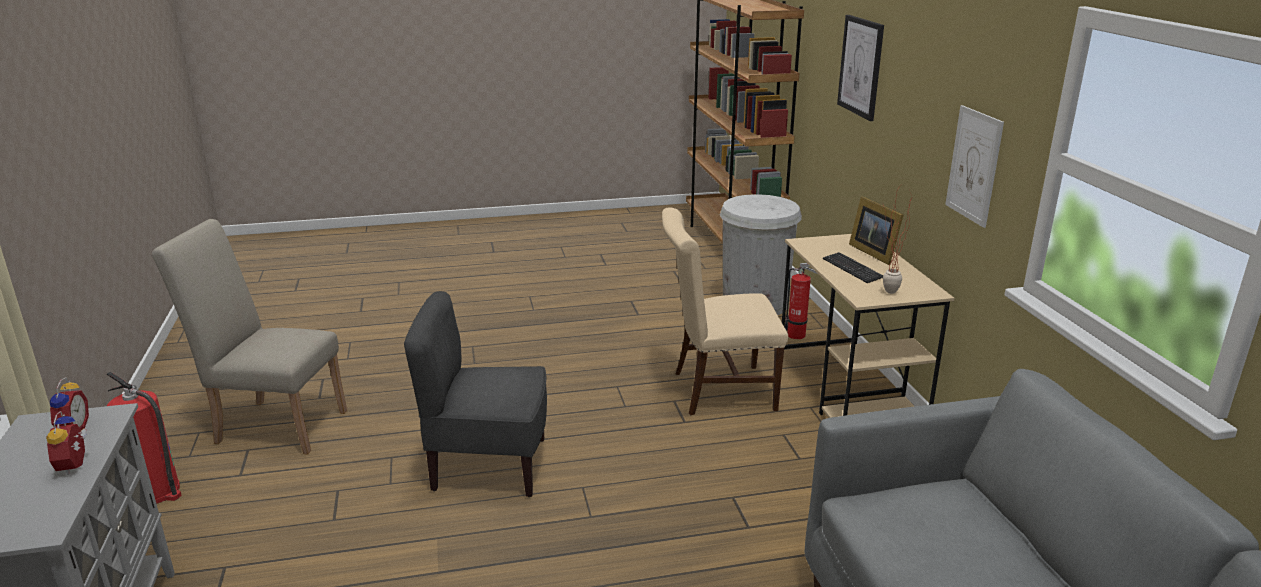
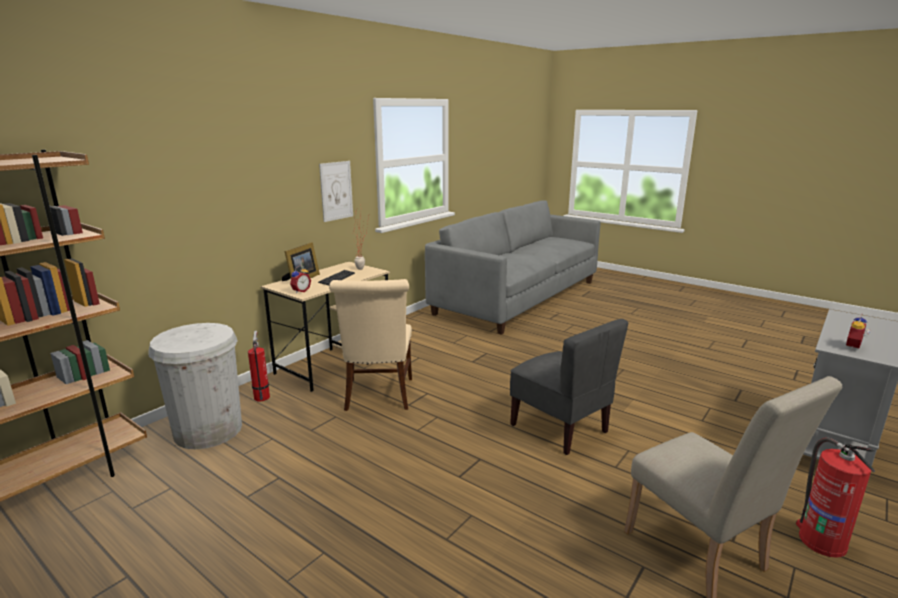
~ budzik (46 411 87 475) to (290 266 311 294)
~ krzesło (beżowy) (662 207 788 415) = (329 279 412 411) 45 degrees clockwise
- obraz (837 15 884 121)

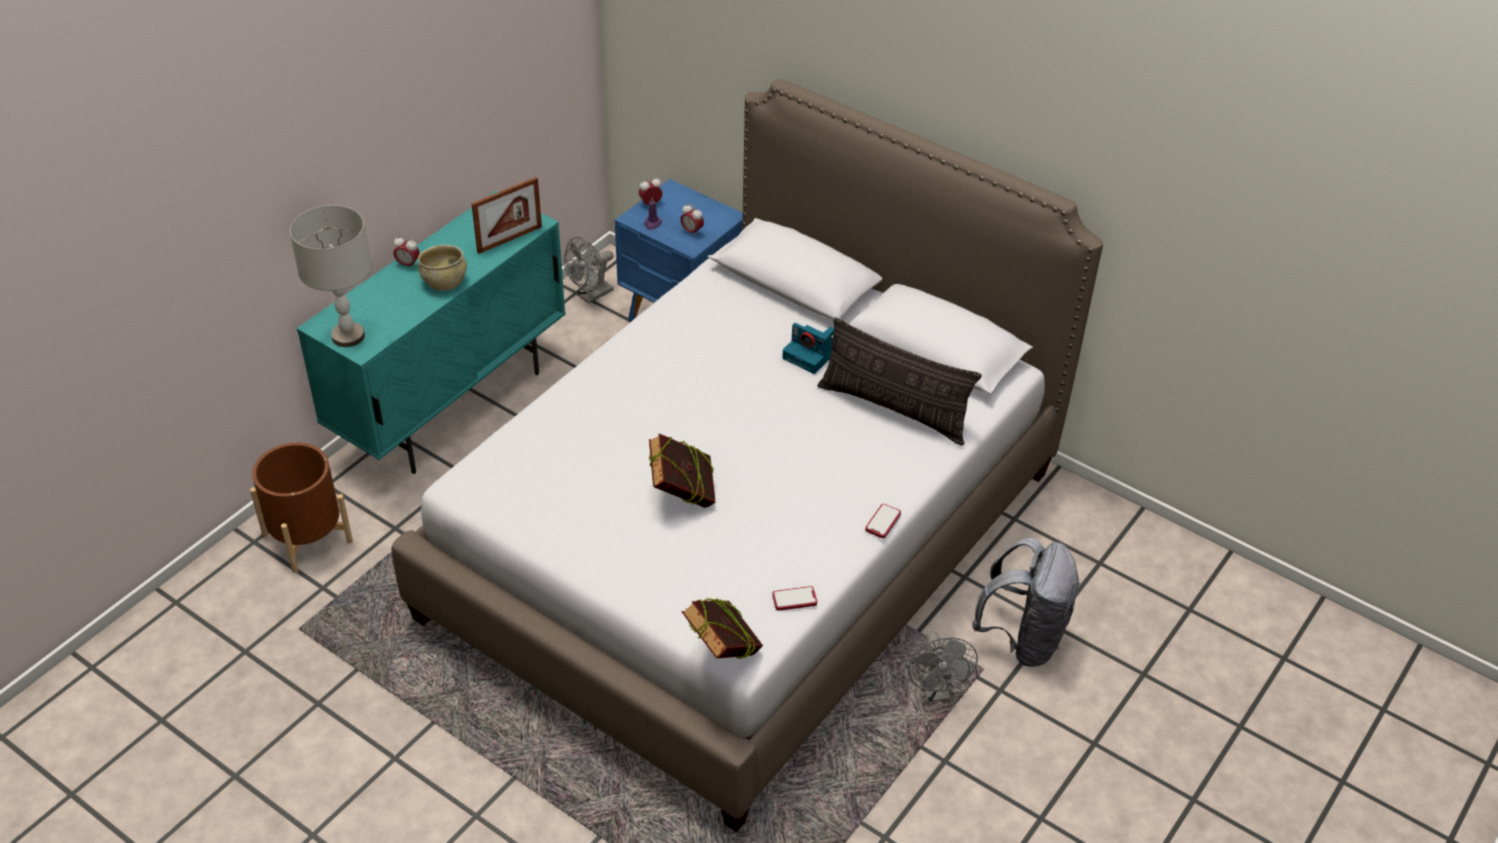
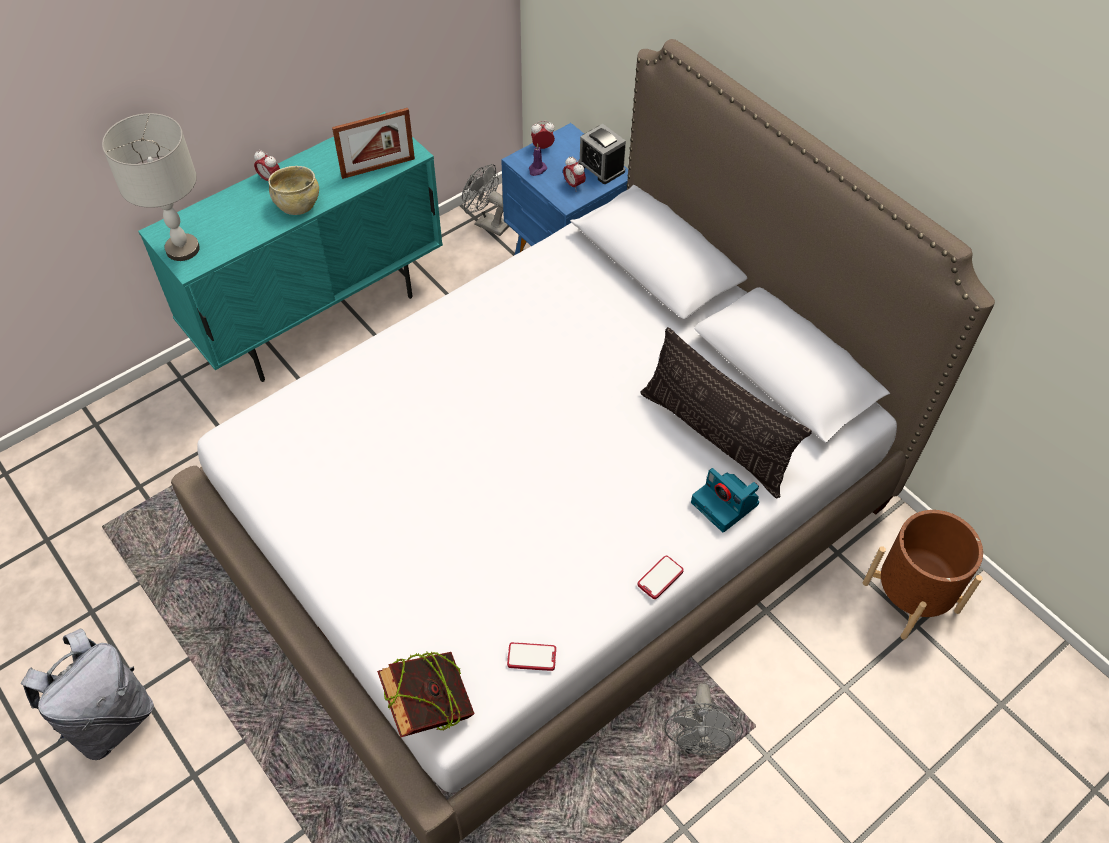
~ plecak (szary) (972 537 1080 667) to (21 629 154 760)
~ wentylator (szary) (564 237 614 304) = (462 164 509 236) 60 degrees clockwise
+ budzik (578 124 626 184)
~ aparat fotograficzny (782 323 834 374) to (691 468 759 533)
~ donica (brązowy) (250 443 353 573) to (863 510 983 640)
- książka (649 434 716 508)

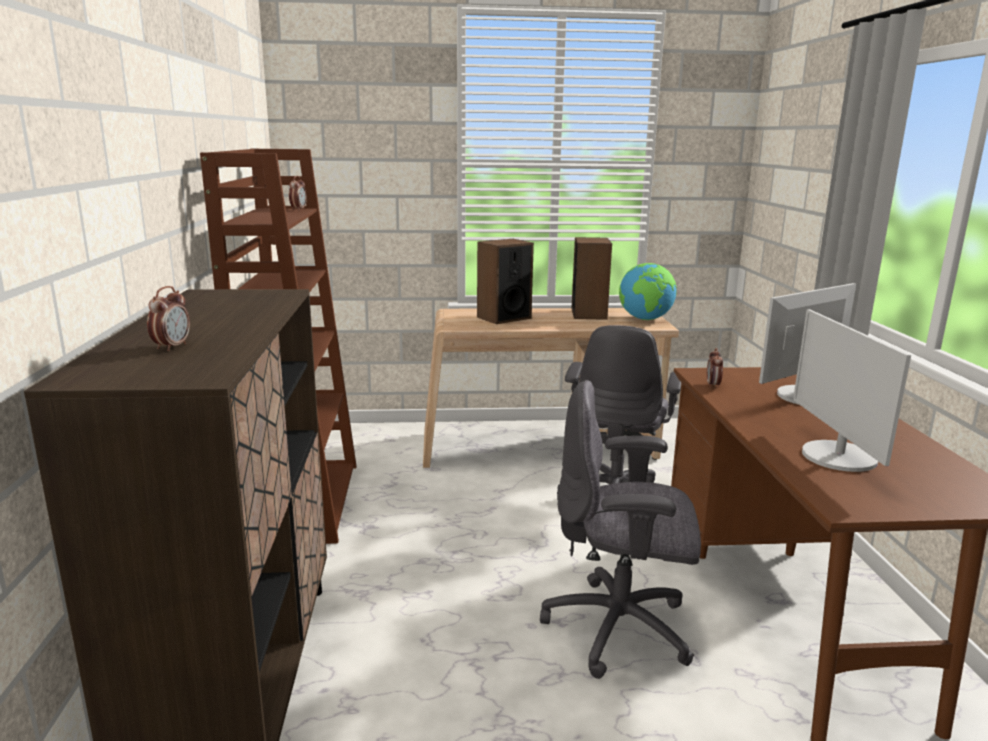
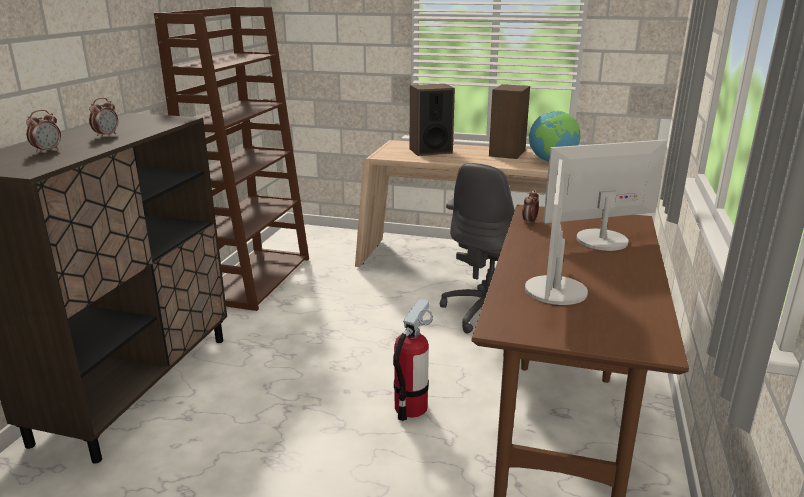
~ budzik (289 176 307 210) to (89 98 118 137)
~ krzesło biurowe (szary) (540 380 701 679) to gaśnica (393 299 433 421)

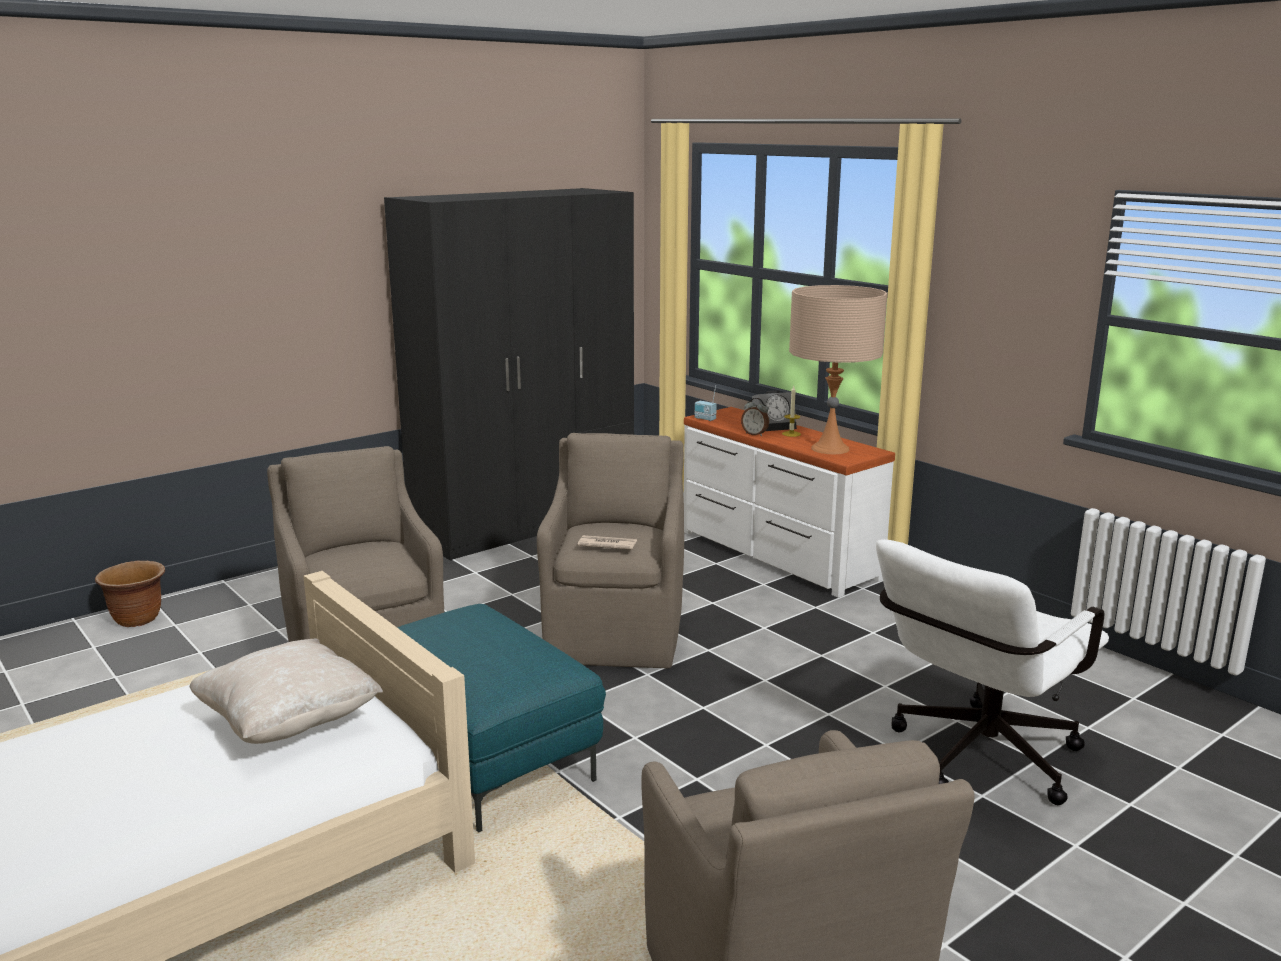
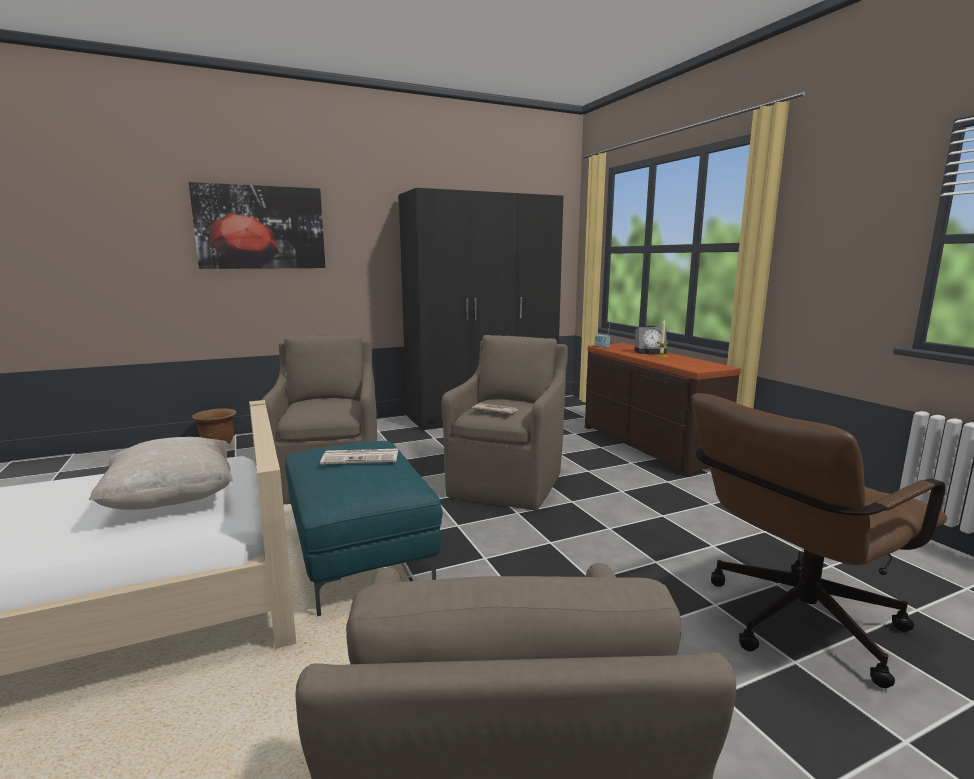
+ obraz (189 182 326 269)
+ gazeta (320 449 398 465)
~ komoda (biały) (684 407 895 598) to komoda (brązowy) (585 343 741 477)
~ krzesło biurowe (biały) (876 539 1109 805) to krzesło biurowe (brązowy) (692 393 947 688)
- budzik (741 398 769 436)
- lampa stołowa (beżowy) (789 285 887 455)

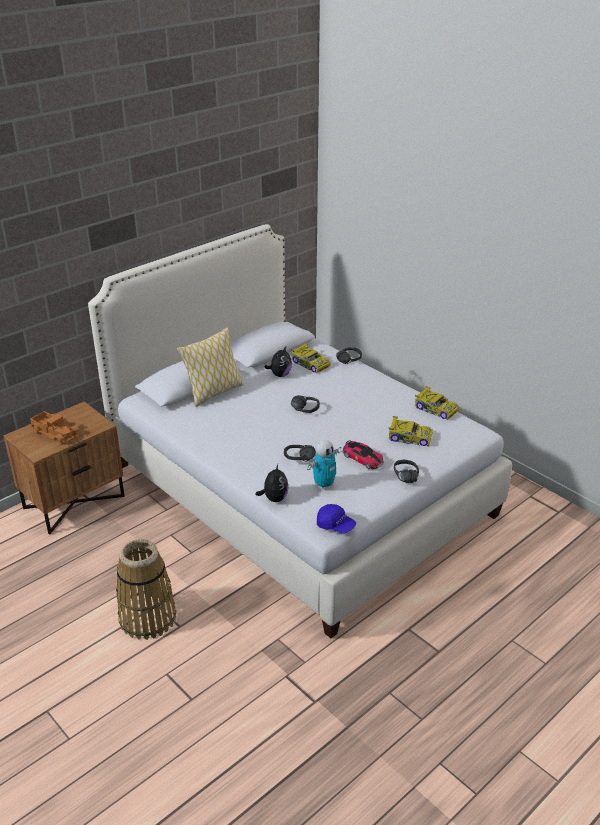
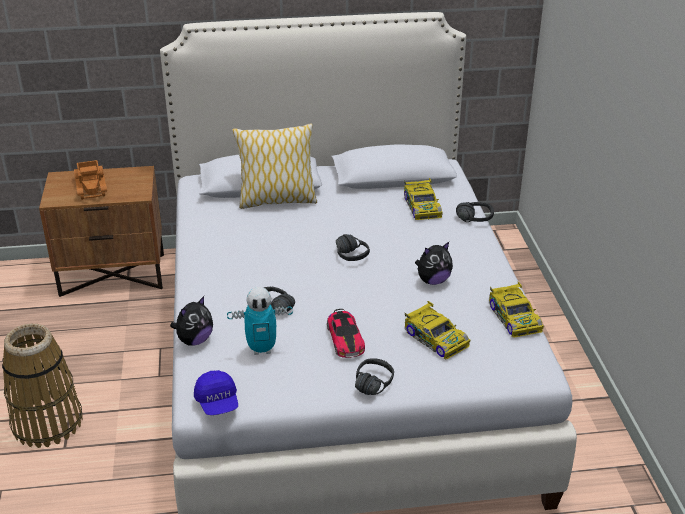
~ pluszak (265 347 292 377) to (415 242 453 285)

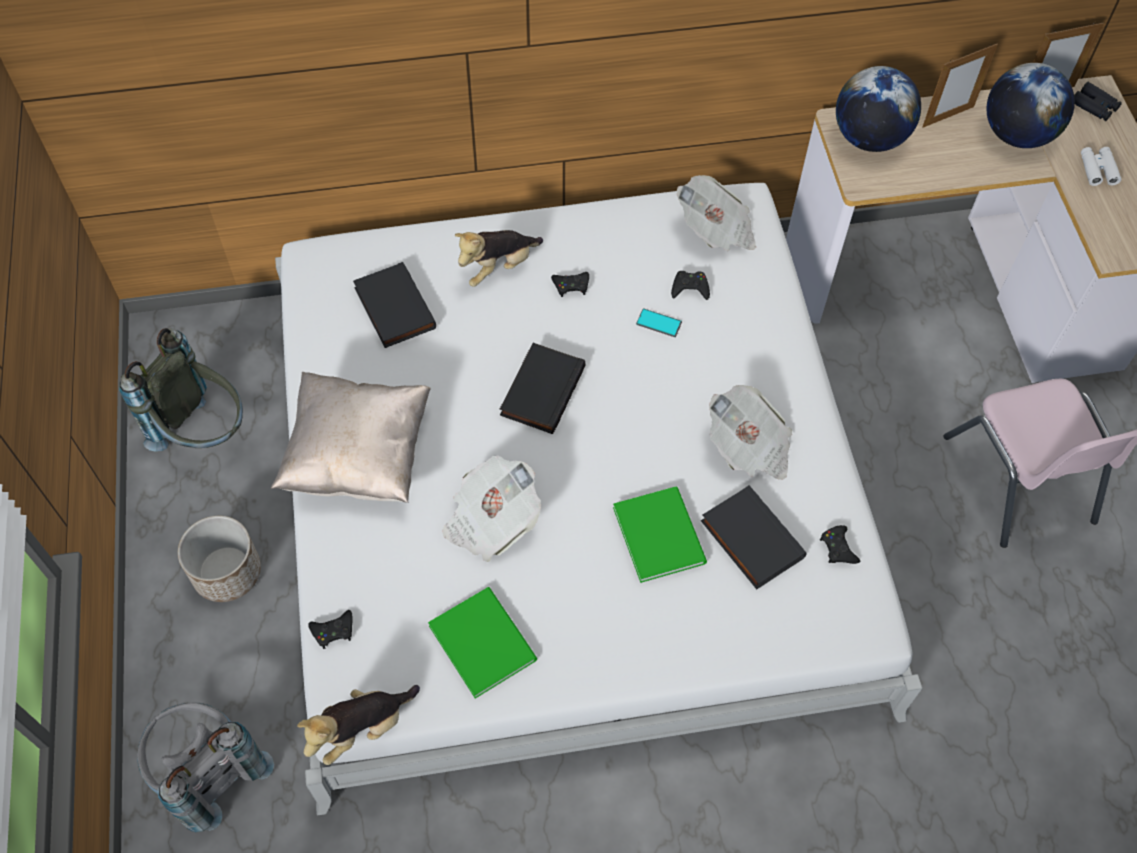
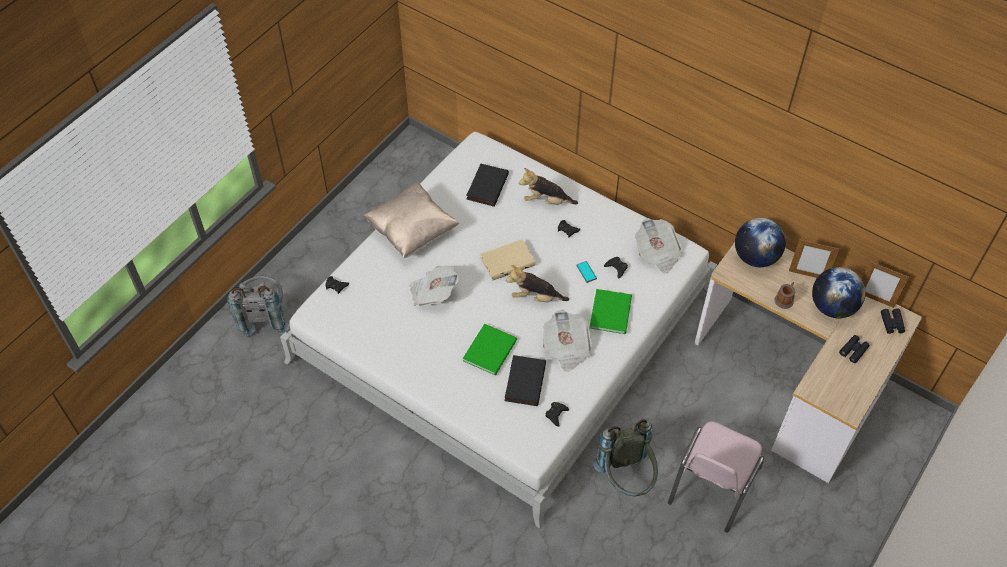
~ książka (czarny) (500 343 586 434) to książka (beżowy) (480 239 536 280)
~ pluszak (297 685 420 765) to (506 265 569 302)
~ książka (zielony) (428 587 537 698) to (590 289 632 334)
~ plecak (szary) (119 328 243 452) to (593 419 658 496)
+ kubek (775 282 795 309)
~ lornetka (biały) (1081 147 1122 186) to lornetka (czarny) (839 335 870 363)
- donica (178 516 261 602)

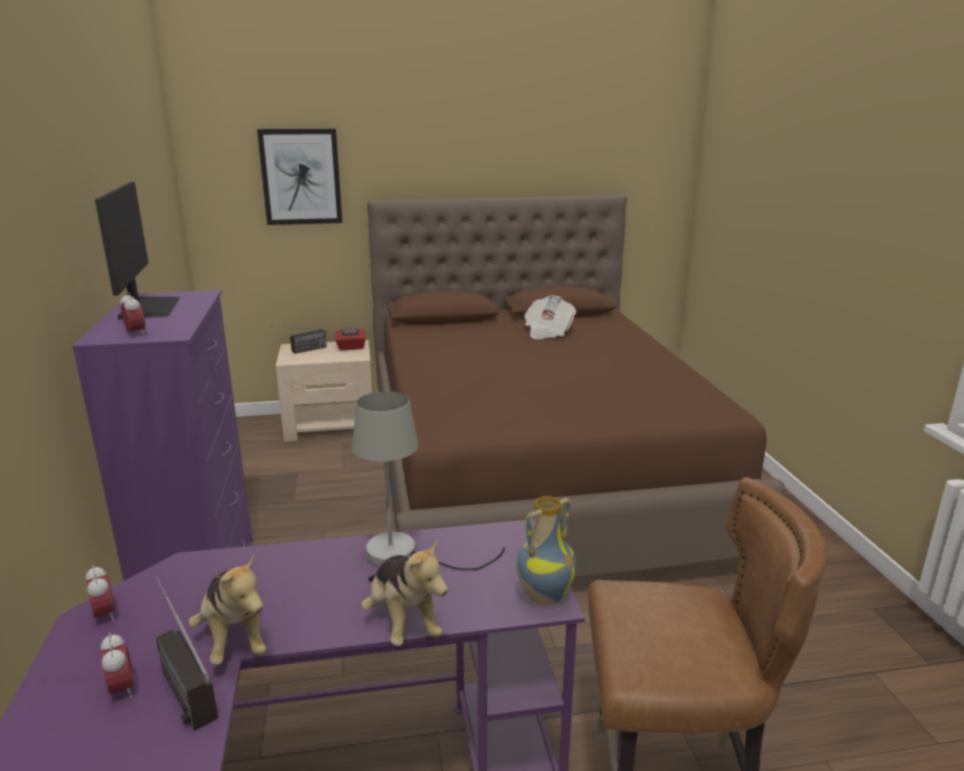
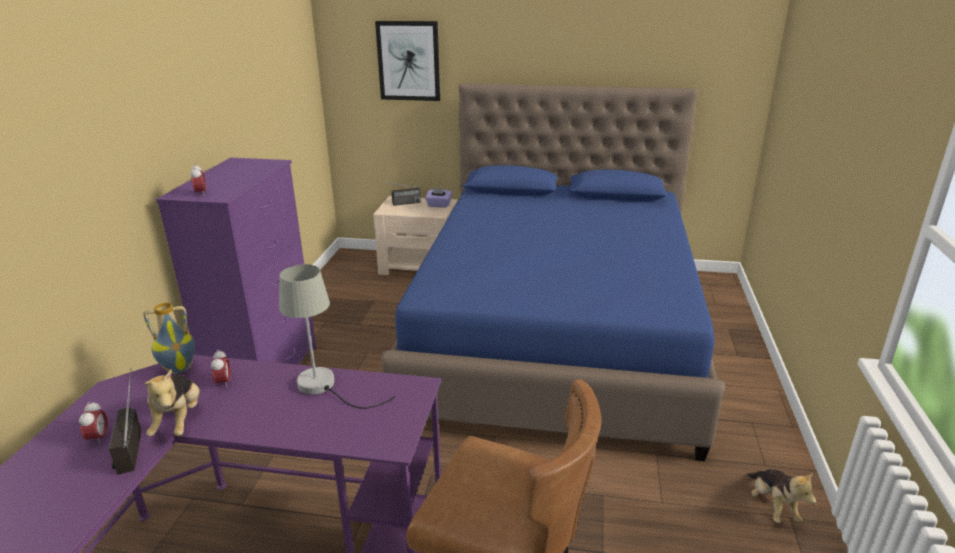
~ wazon (516 496 577 606) to (143 303 195 374)
~ budzik (85 565 116 622) to (211 350 231 388)
~ łóżko (brązowy) (367 195 785 577) to łóżko (niebieski) (381 83 725 461)
~ pudełko chusteczek (czerwony) (335 327 366 350) to pudełko chusteczek (fioletowy) (425 188 452 208)
~ pluszak (361 539 448 646) to (746 469 816 523)
- monitor (95 182 180 319)
- gazeta (524 295 576 339)

